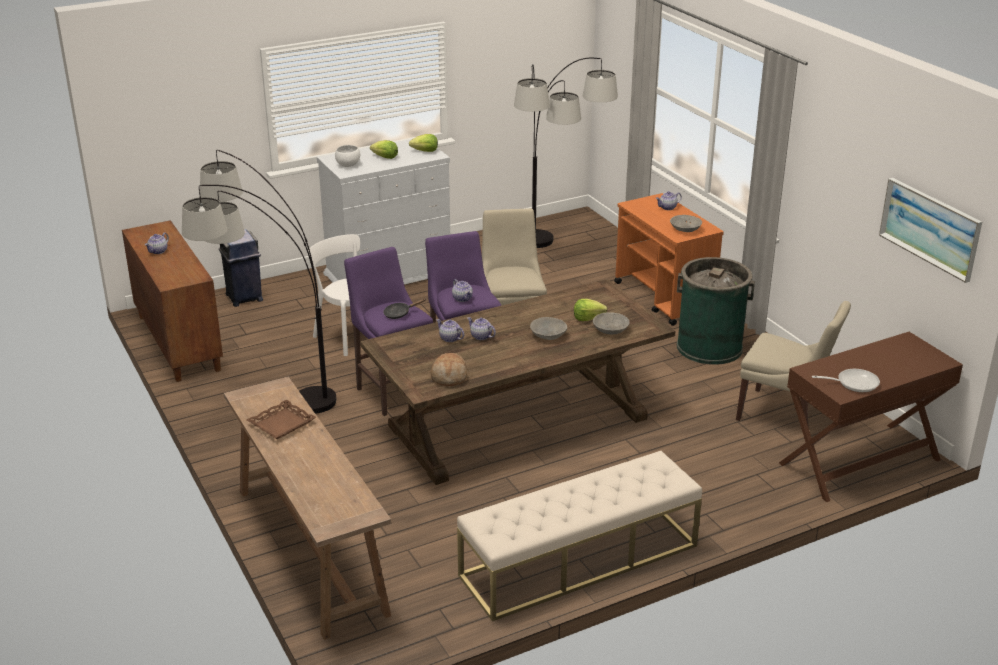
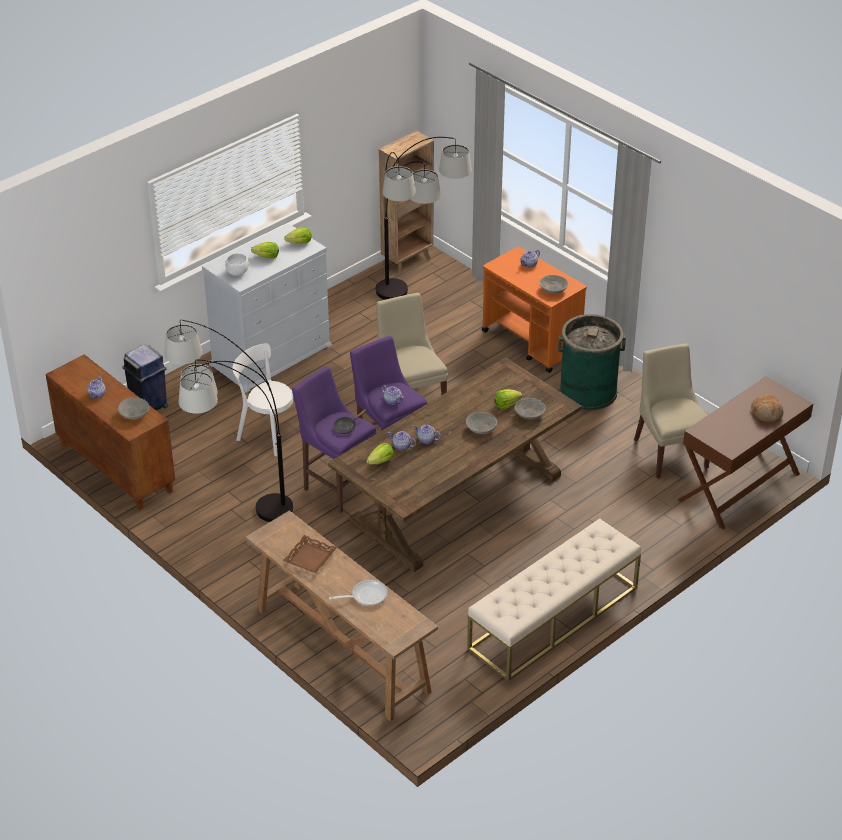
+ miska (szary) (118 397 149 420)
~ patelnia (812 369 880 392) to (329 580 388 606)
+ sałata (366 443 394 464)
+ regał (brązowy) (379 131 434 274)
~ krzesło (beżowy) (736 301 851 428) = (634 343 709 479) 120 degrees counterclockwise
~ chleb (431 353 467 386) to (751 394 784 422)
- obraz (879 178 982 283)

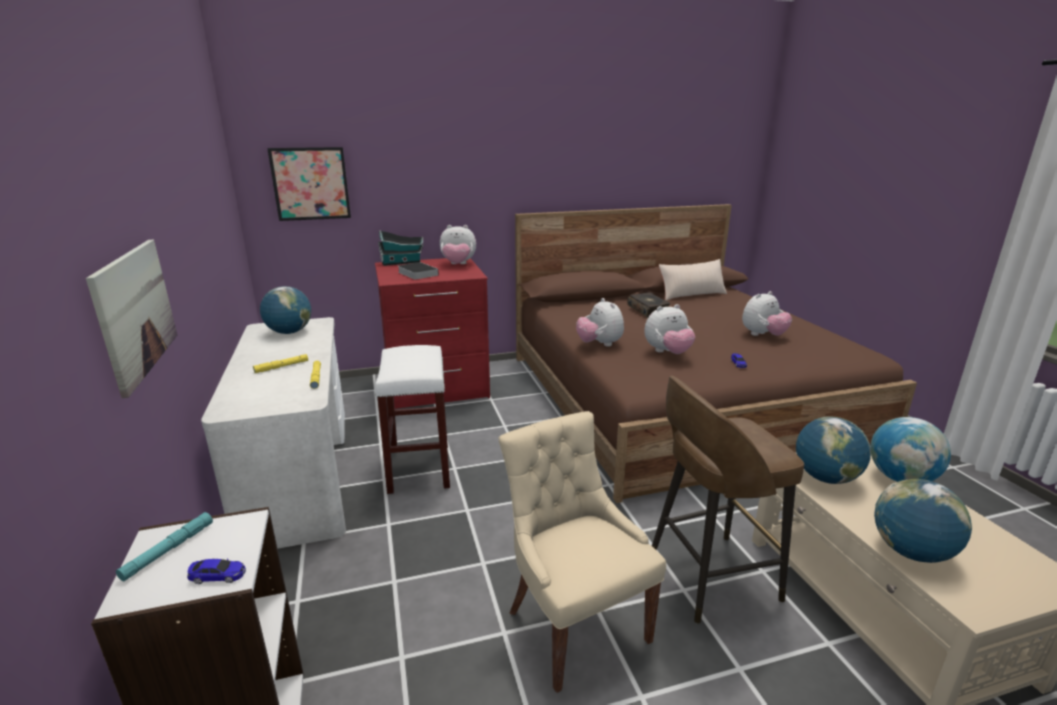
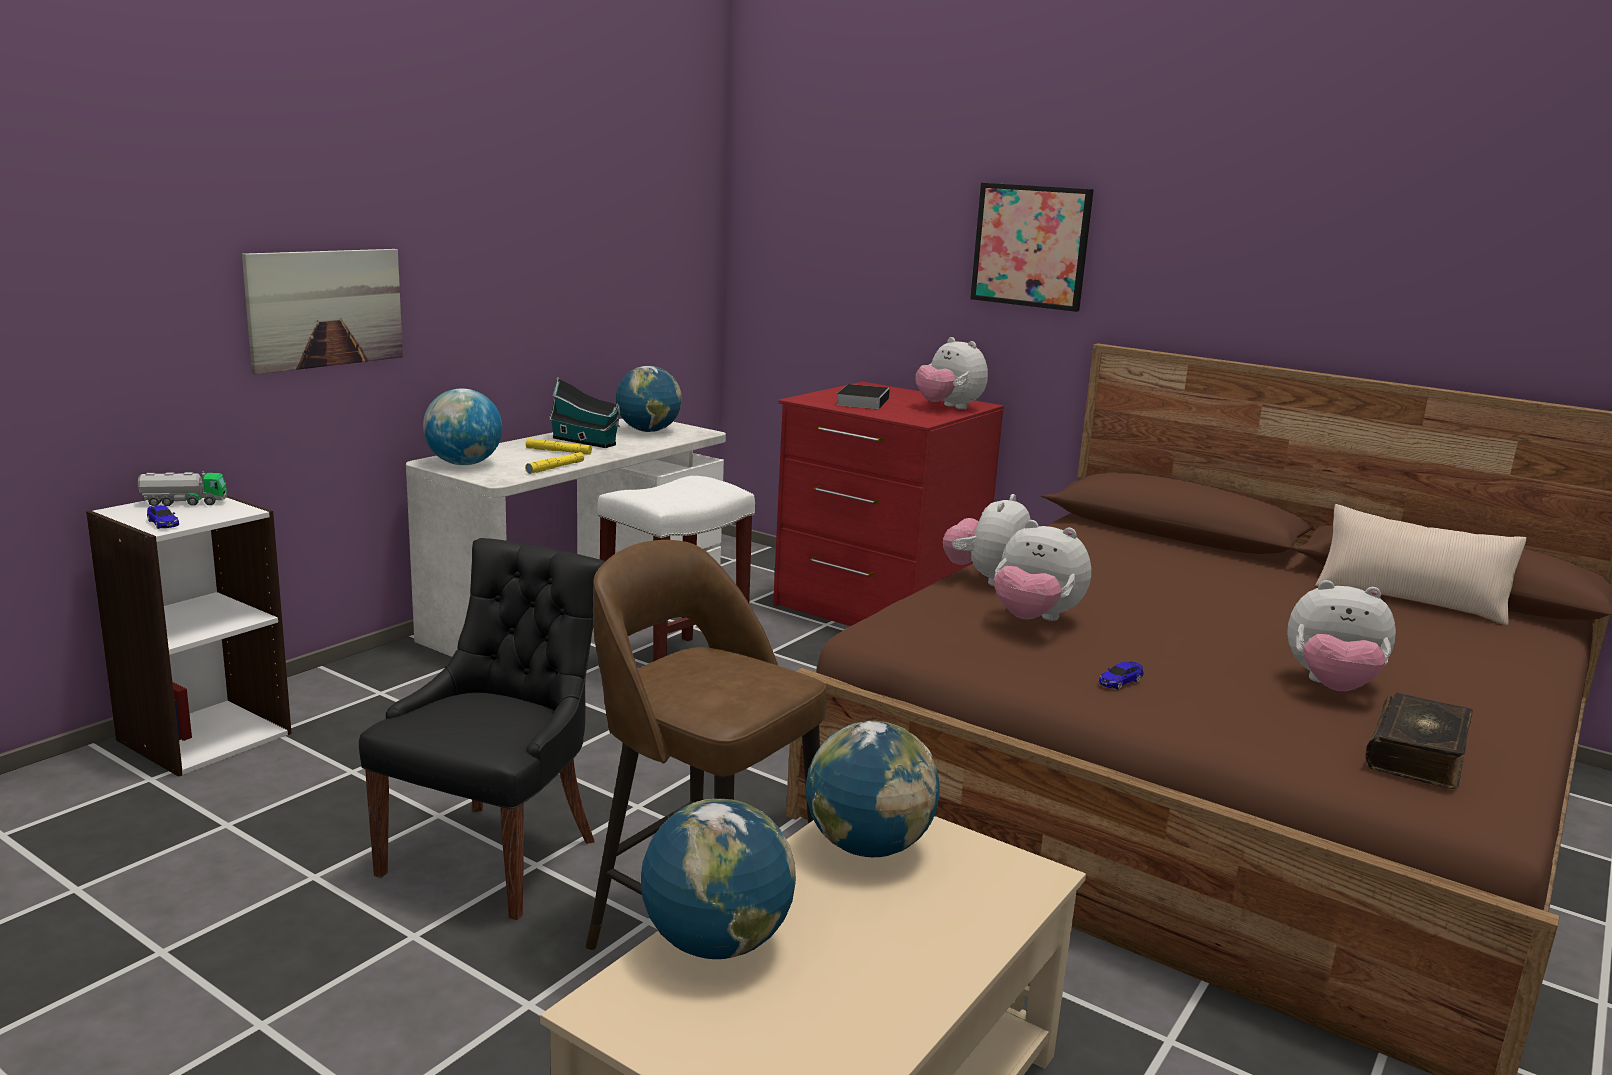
~ latarka (turkusowy) (116 512 213 581) to ciężarówka zabawkowa (138 471 227 506)
~ krzesło (beżowy) (499 411 666 693) to krzesło (czarny) (359 538 605 920)
~ globus (870 417 951 482) to (423 389 502 465)
~ domek (378 231 423 266) to (549 377 620 448)
~ obraz (267 147 351 221) to (970 183 1094 312)
~ książka (627 292 671 318) to (1365 693 1473 789)

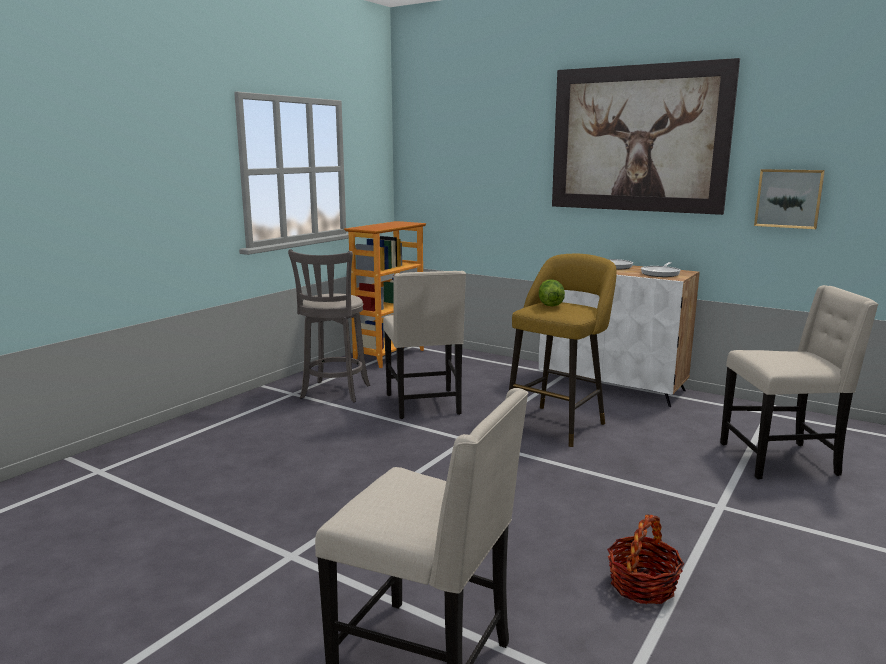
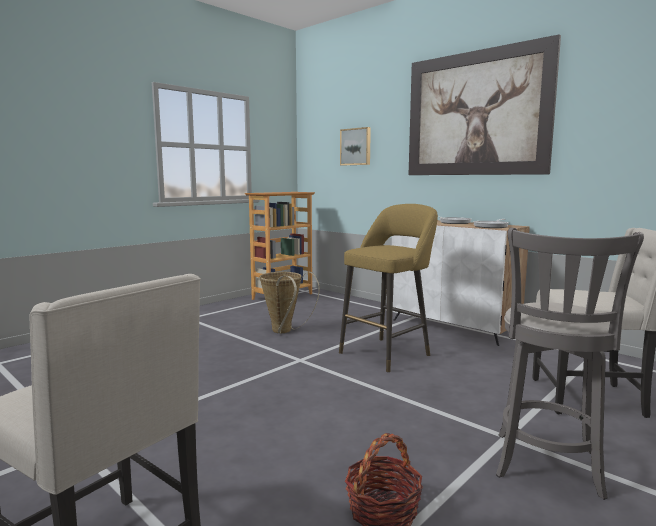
~ krzesło (beżowy) (383 271 466 419) to koszyk (260 272 320 333)
~ obraz (754 169 825 229) to (340 127 371 165)
~ stołek (szary) (288 249 370 402) to (496 228 644 500)
- sałata (539 279 565 306)

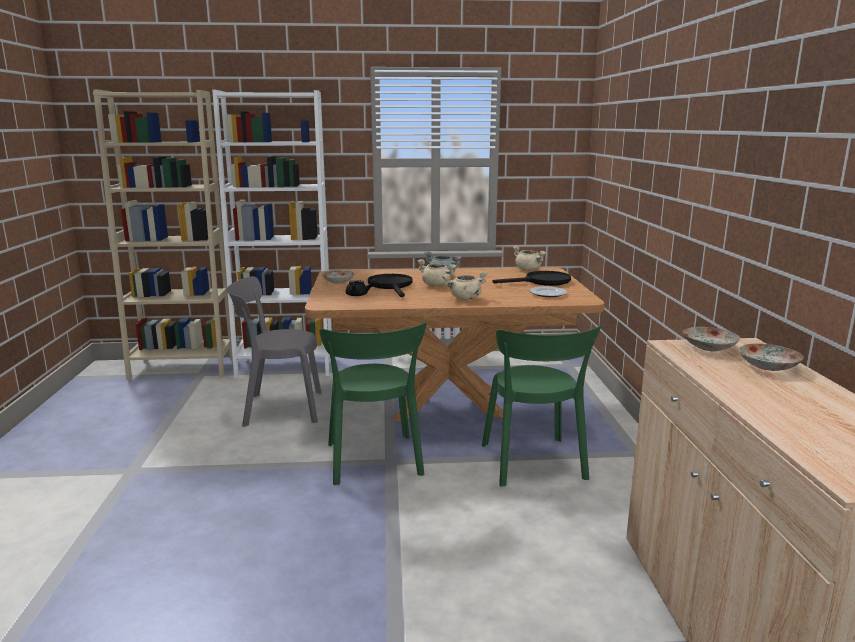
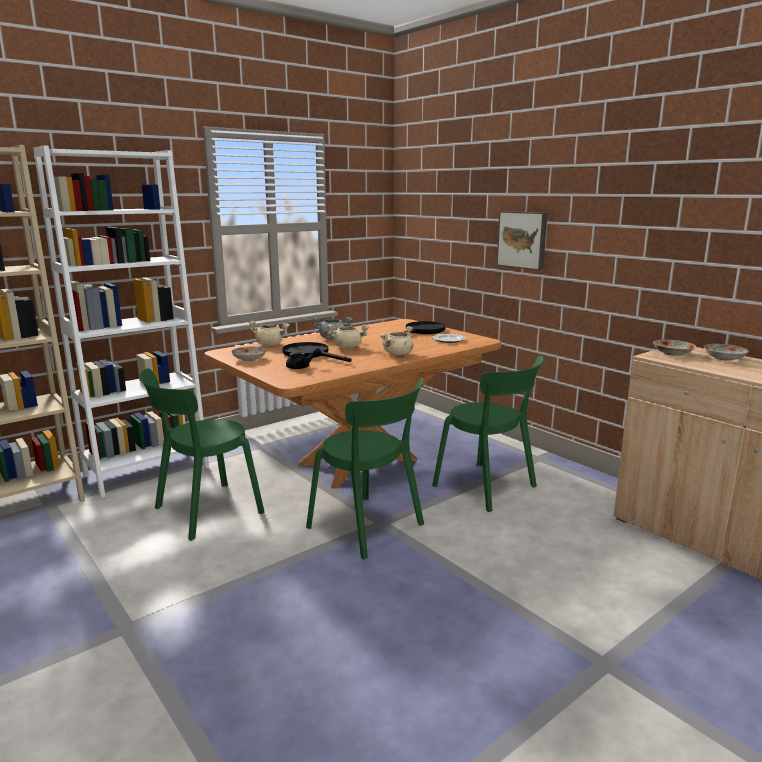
~ krzesło (szary) (227 276 322 427) to krzesło (zielony) (139 368 264 541)
~ garnek (beżowy) (513 246 547 270) to (249 321 290 346)
+ obraz (496 211 547 270)

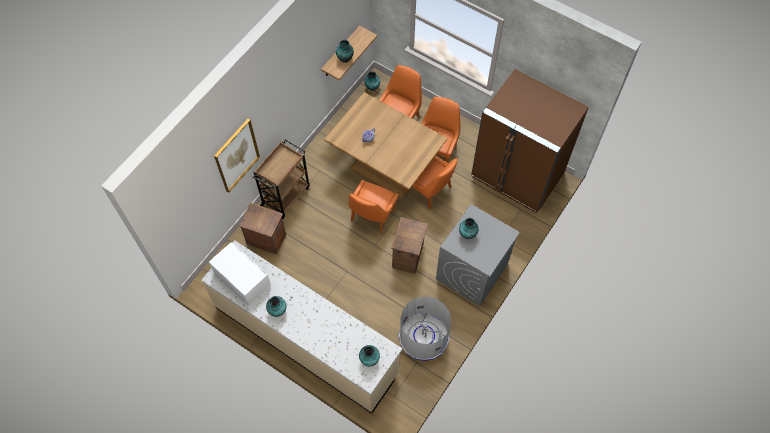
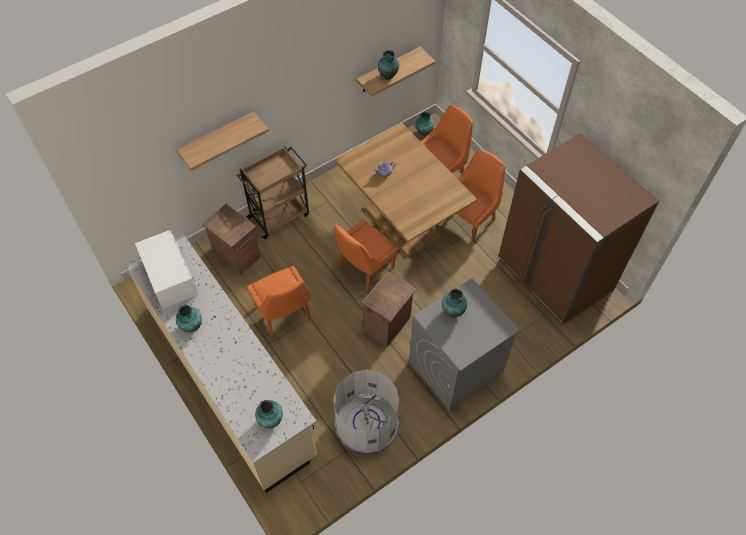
~ obraz (214 119 260 193) to półka (176 112 269 171)
~ krzesło (pomarańczowy) (407 155 458 209) to (247 266 311 336)

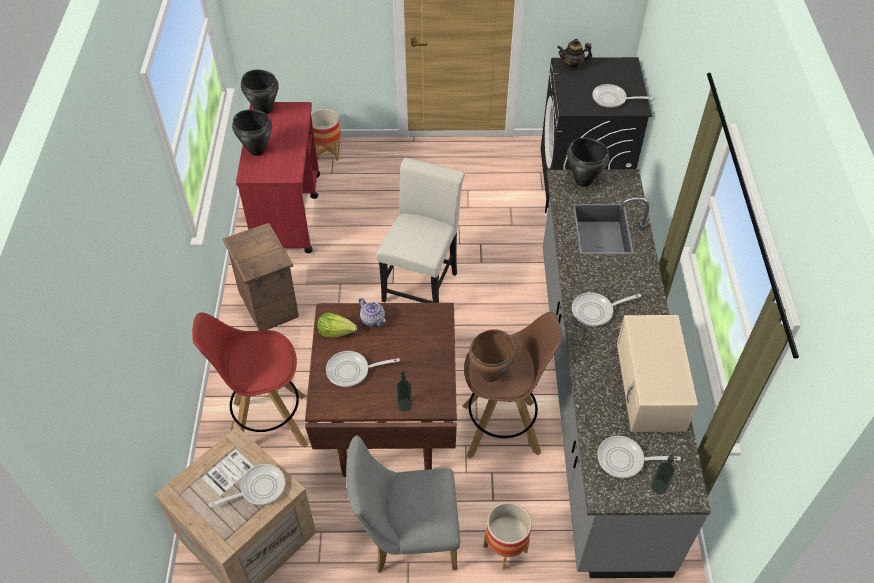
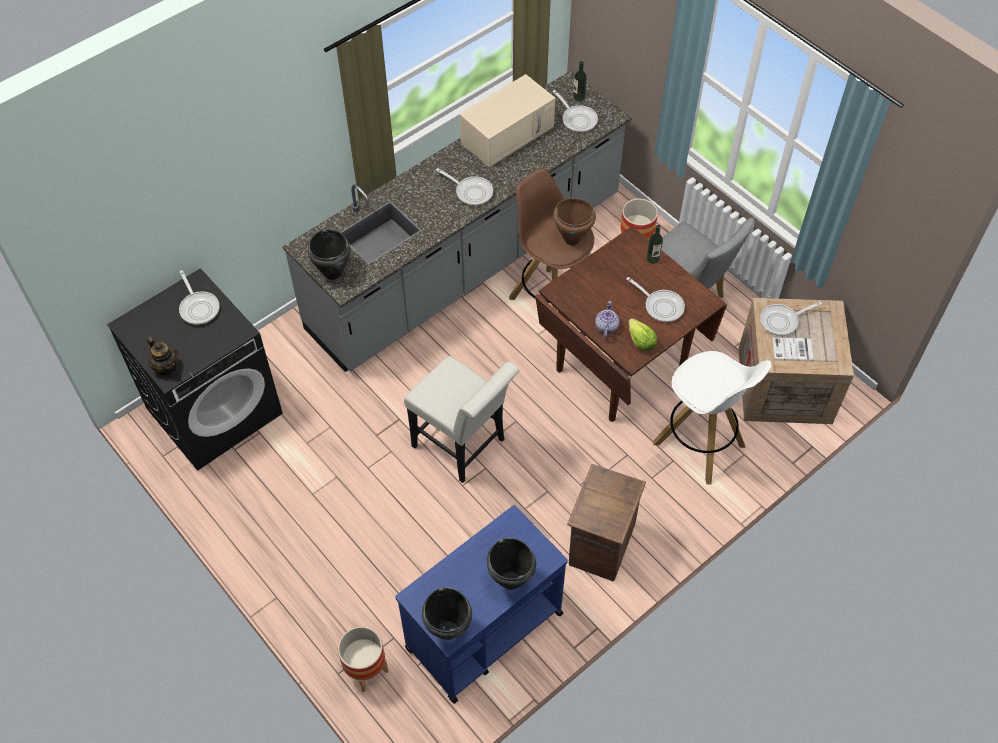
~ wózek (czerwony) (236 102 320 253) to wózek (niebieski) (395 505 568 704)
~ krzesło (biały) (376 158 465 303) = (404 356 519 483) 120 degrees counterclockwise
~ stołek (czerwony) (192 312 308 448) to stołek (biały) (653 351 771 485)
~ patelnia (208 464 285 507) = (760 301 822 336) 45 degrees counterclockwise

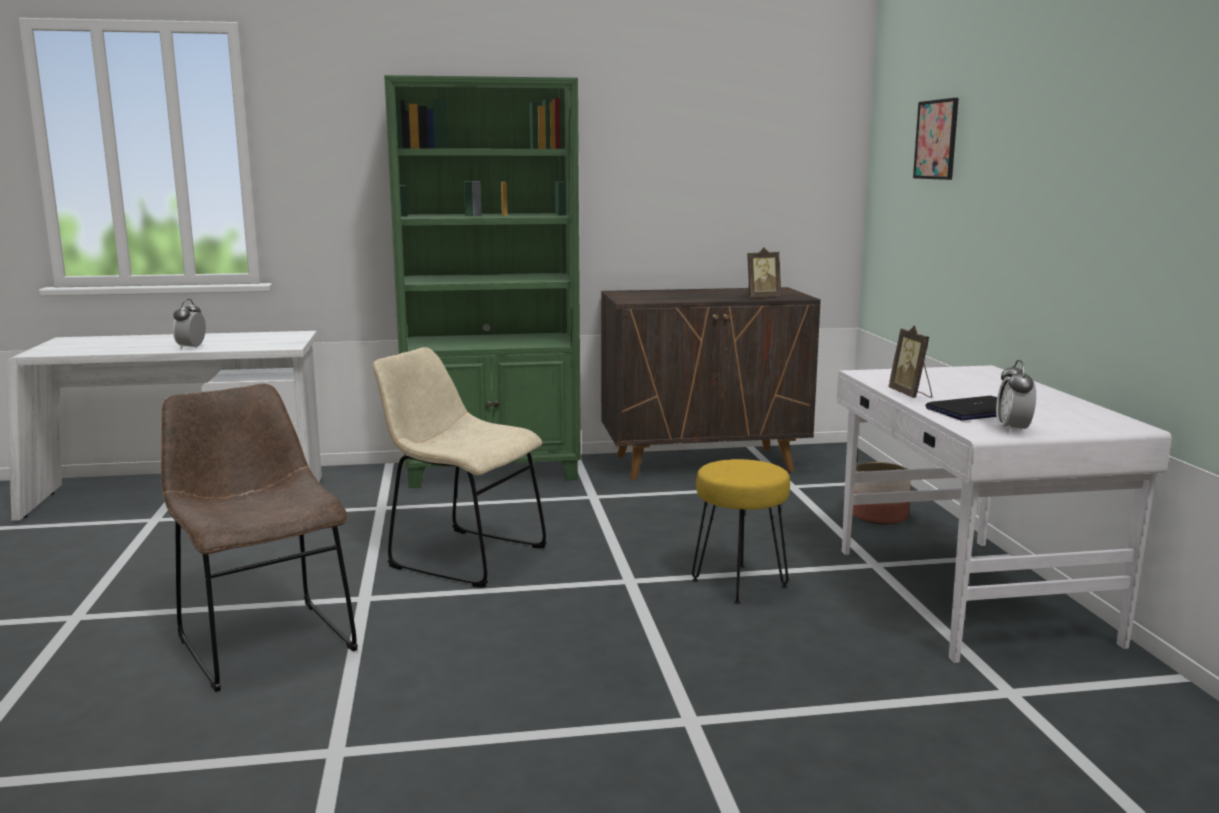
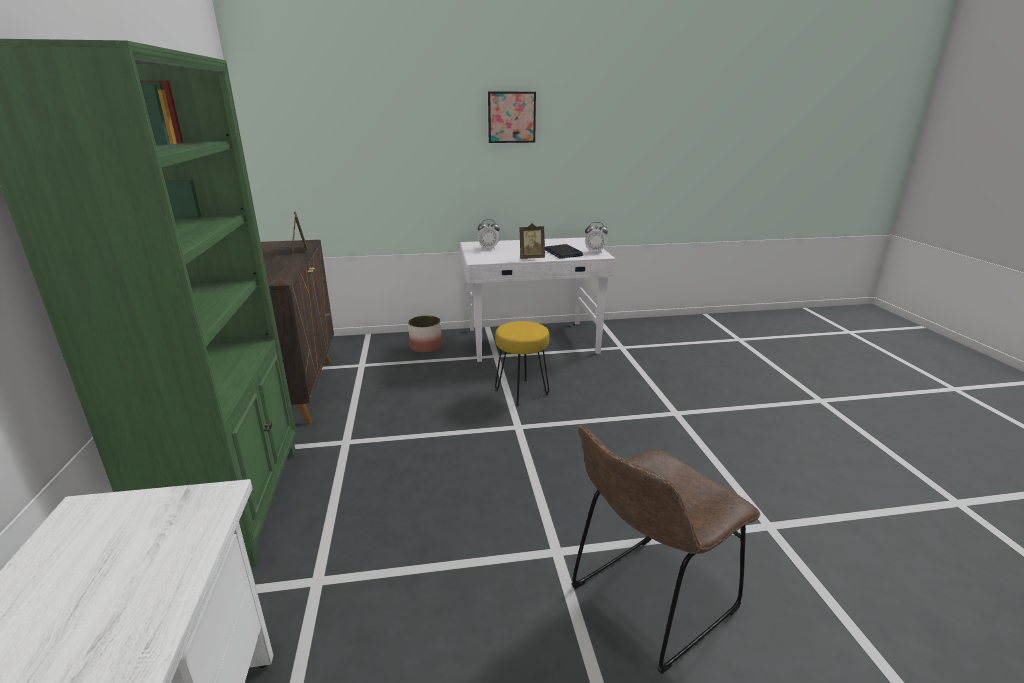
~ budzik (173 299 206 350) to (478 219 500 250)
~ obraz (913 98 959 180) to (488 92 536 143)
- krzesło (beżowy) (373 347 547 588)

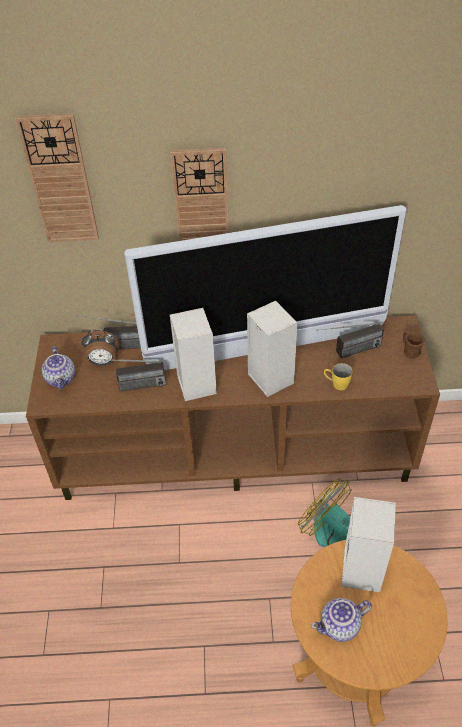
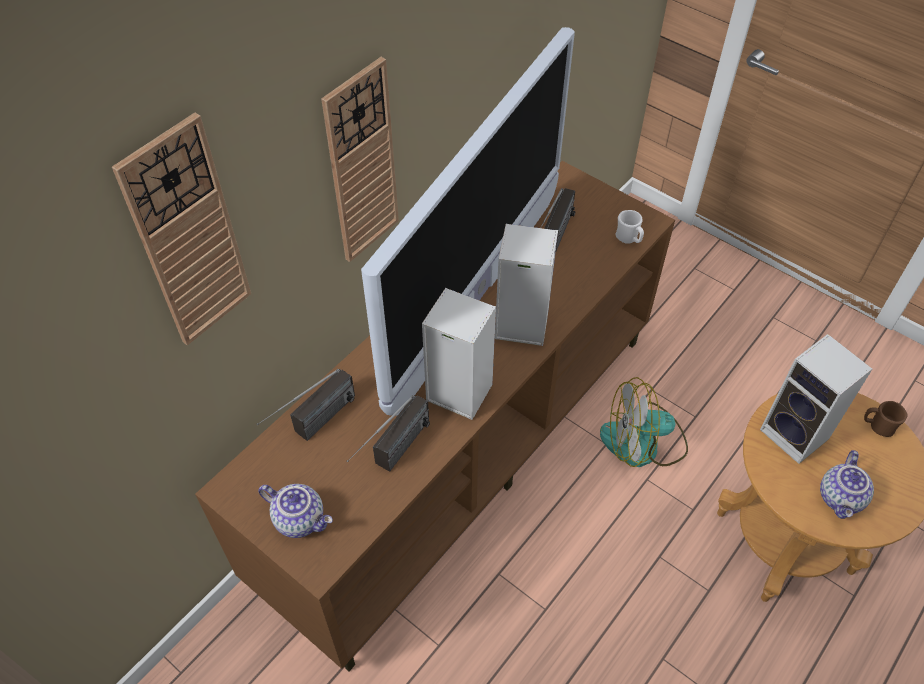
+ kubek (biały) (616 210 644 244)
~ kubek (brązowy) (403 331 424 359) to (864 401 908 437)
- budzik (81 329 119 366)
- kubek (żółty) (324 363 352 390)

